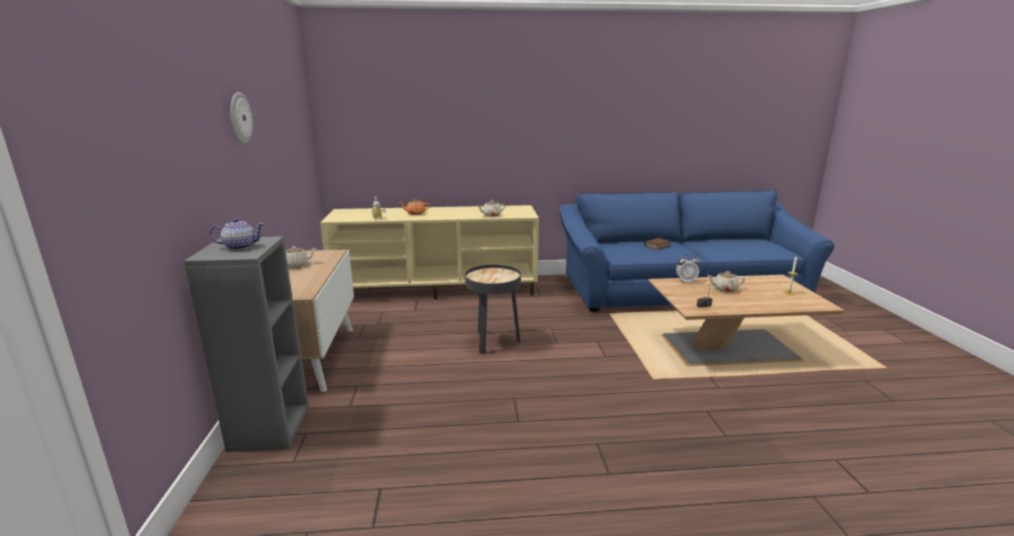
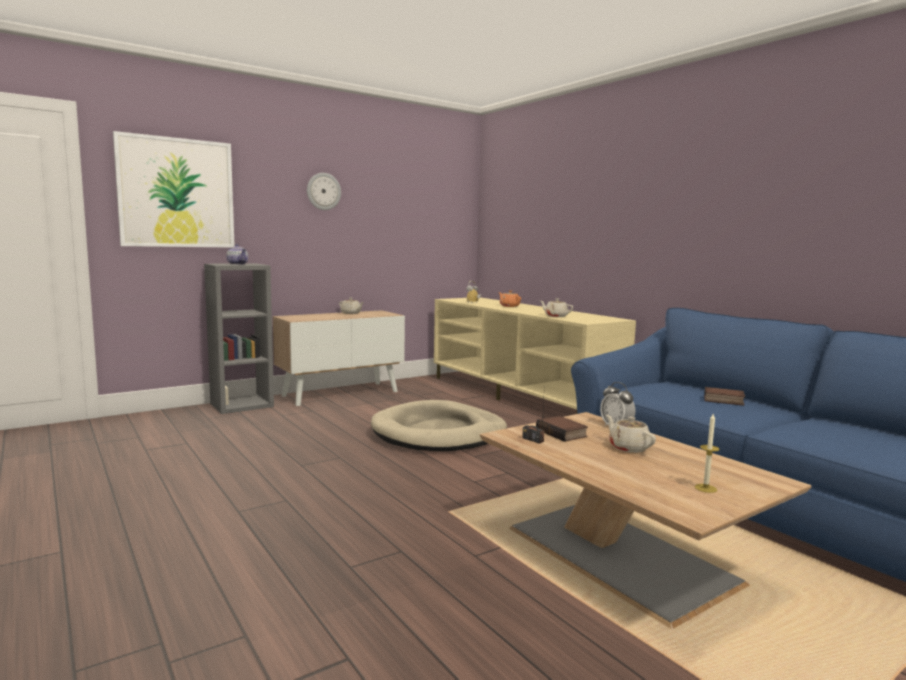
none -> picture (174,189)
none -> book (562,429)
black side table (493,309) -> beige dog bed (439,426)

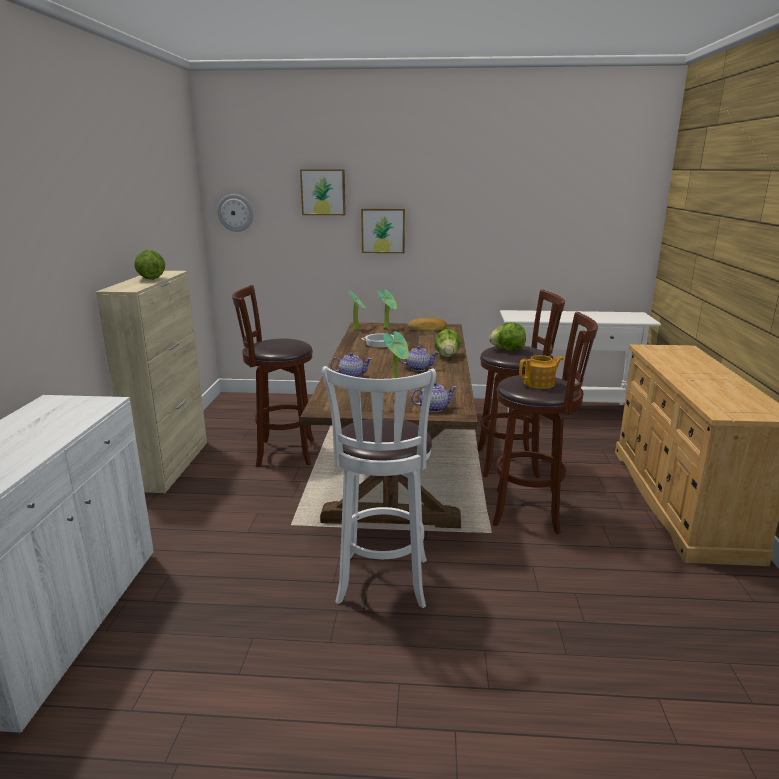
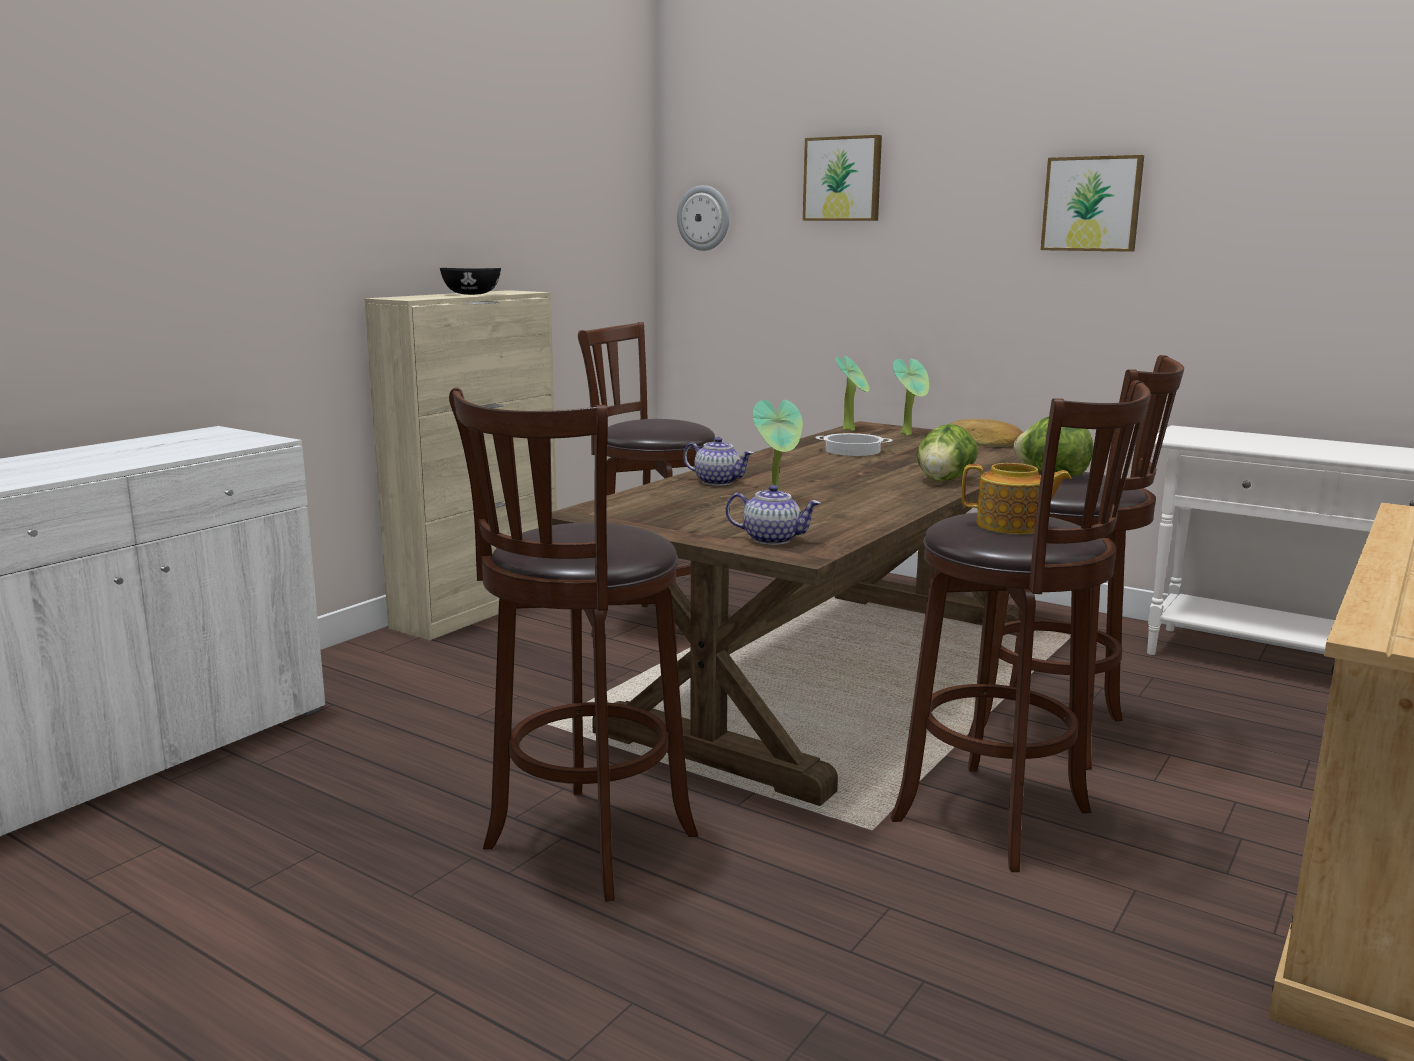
teapot (419,358) -> none
picture (383,231) -> picture (1092,203), shifted
lettuce (149,264) -> black bowl (470,281)
white stool (379,487) -> brown stool (573,644)

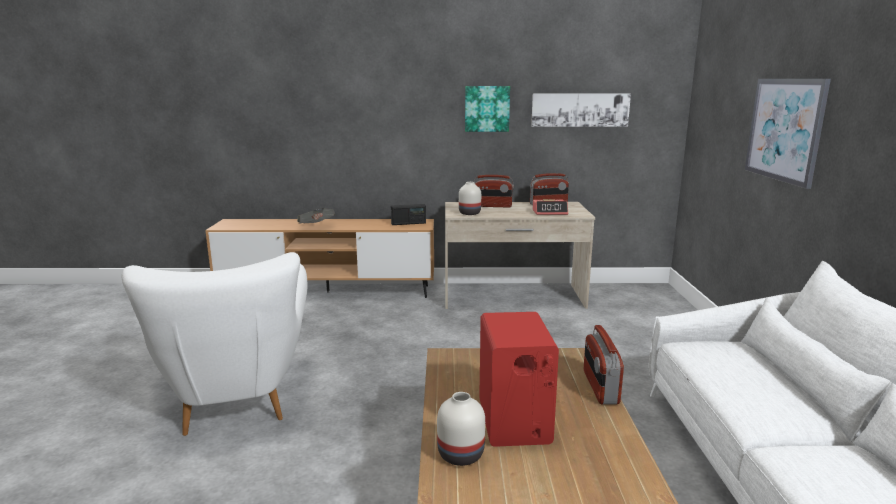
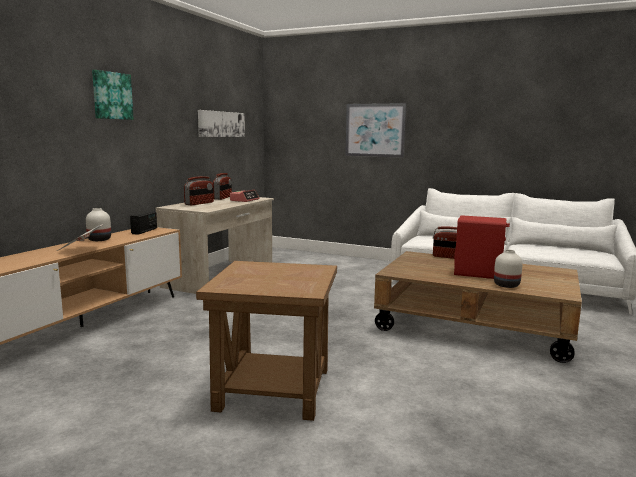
white vase (470,198) -> white vase (98,224), shifted
picture (487,109) -> picture (112,95), shifted
white armchair (214,344) -> brown side table (266,341)

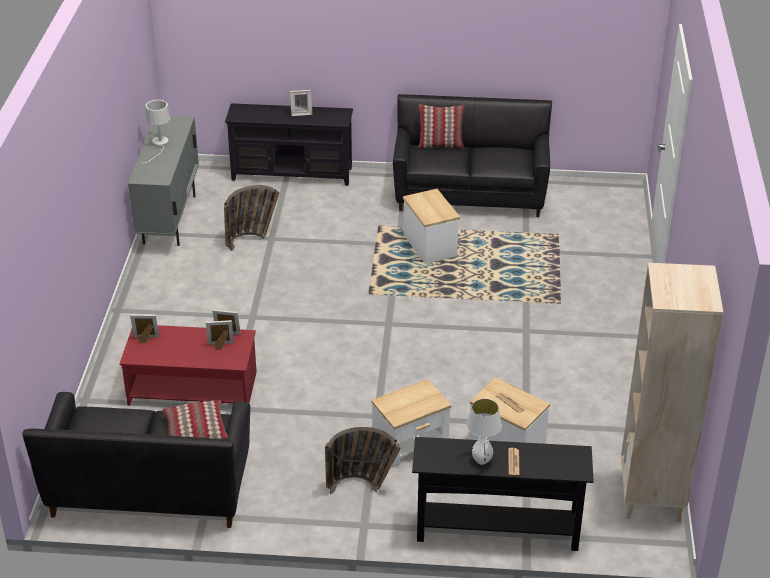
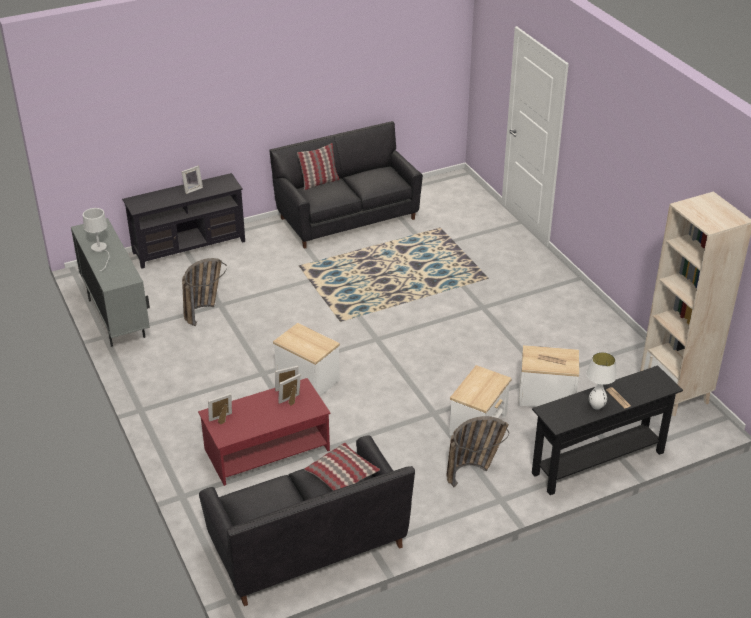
side table (431,226) -> side table (306,359), shifted

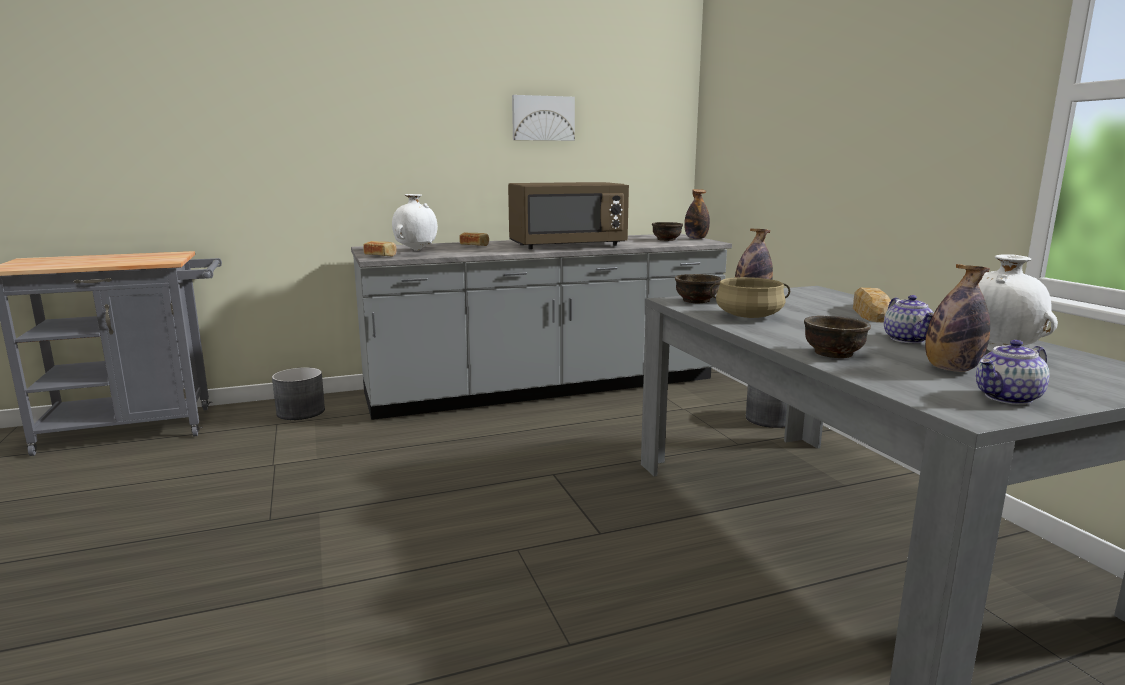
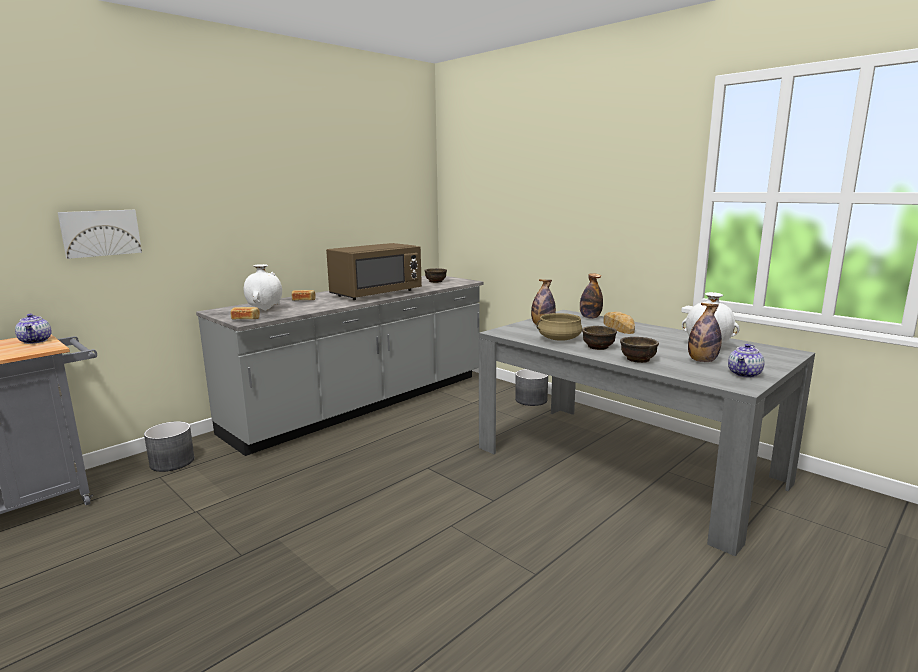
picture (543,118) -> picture (100,234), shifted
brown bowl (698,288) -> brown bowl (599,338), shifted
bottle (697,214) -> bottle (591,296), shifted
teapot (909,319) -> teapot (33,329), shifted

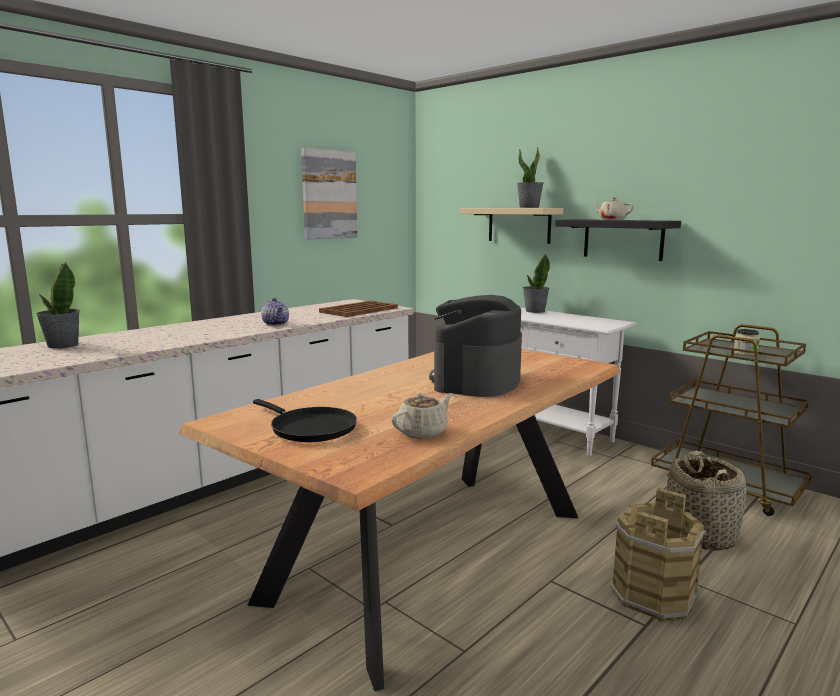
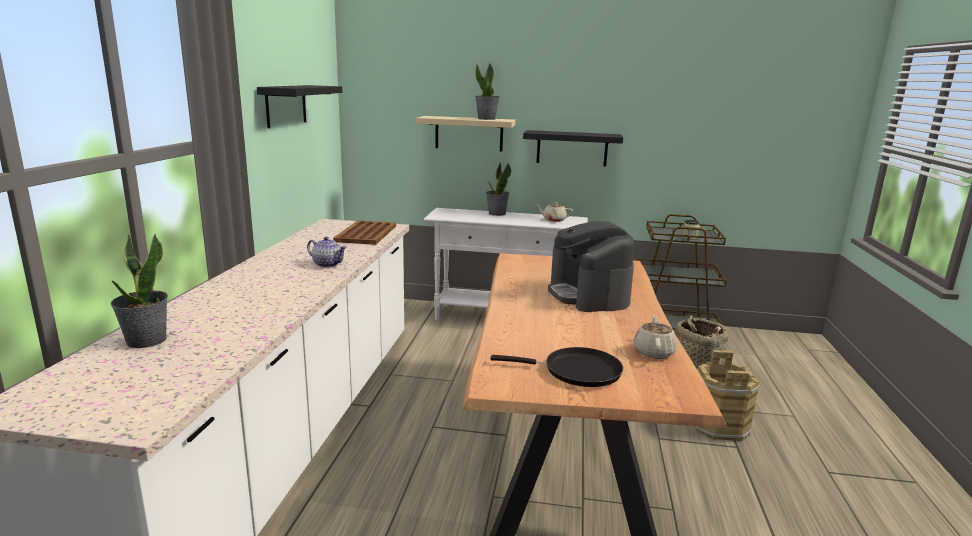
beige teapot (613,208) -> beige teapot (554,212), shifted
picture (329,194) -> black shelf (299,106)

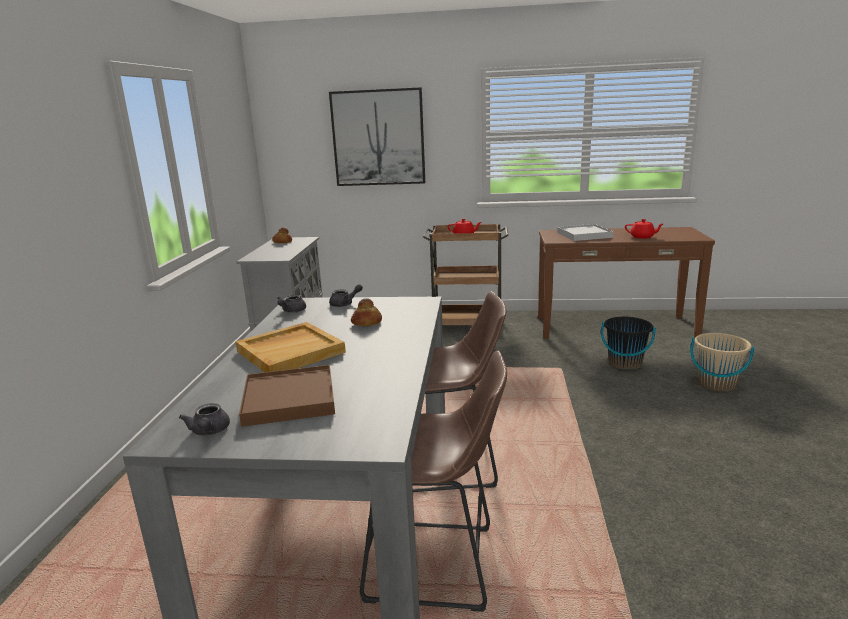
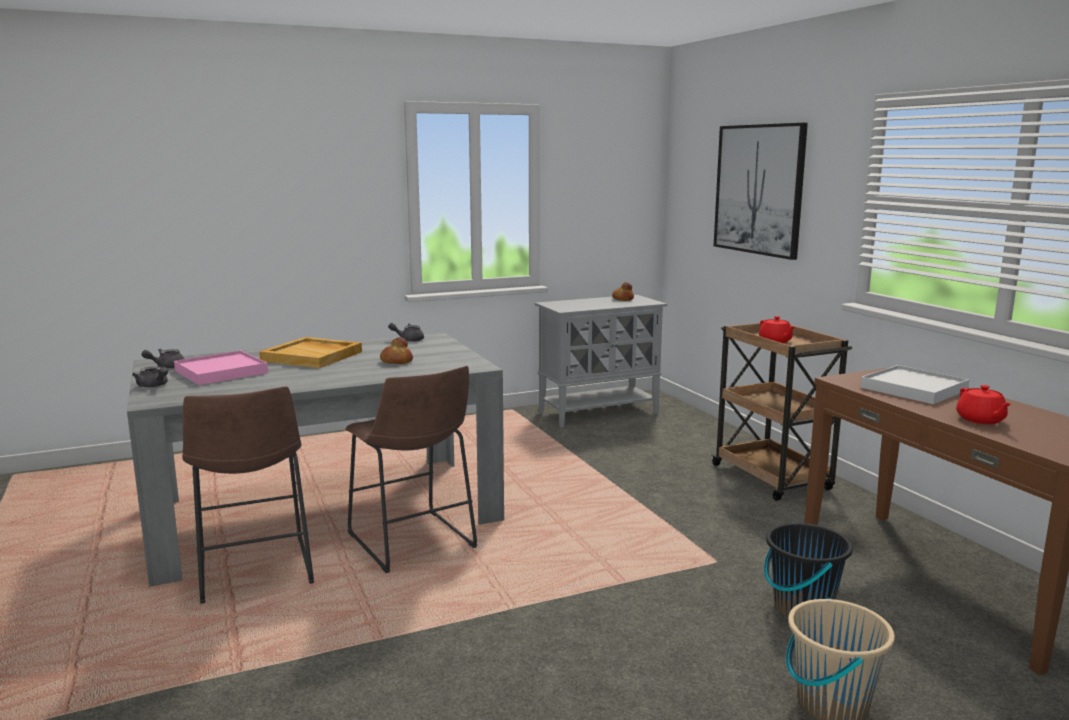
grey teapot (346,295) -> grey teapot (150,377), shifted
brown tray (287,396) -> pink tray (221,368)

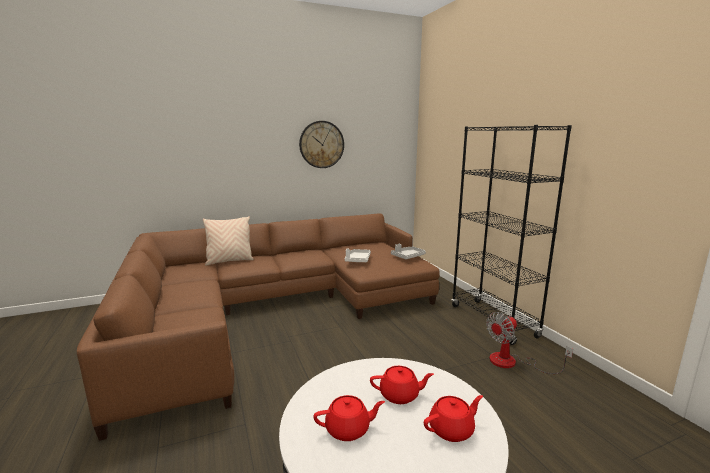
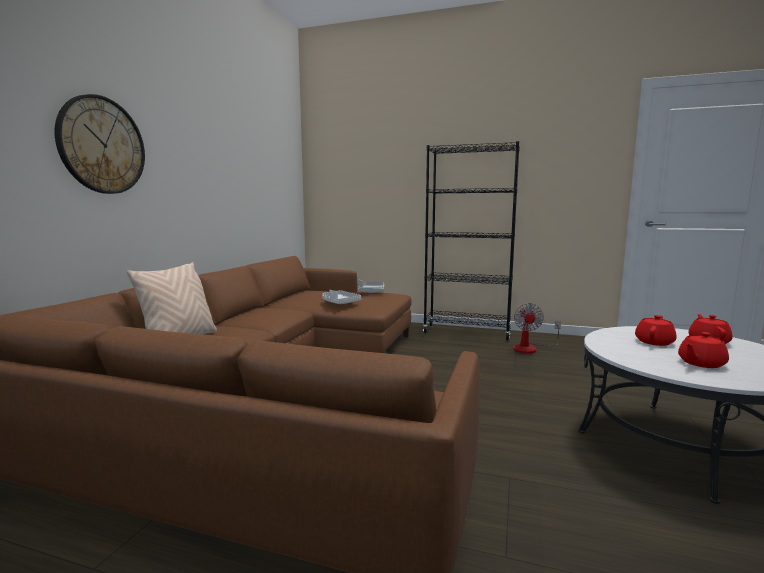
wall clock (321,144) -> wall clock (100,144), shifted
red teapot (349,418) -> red teapot (703,350), 150 degrees counterclockwise

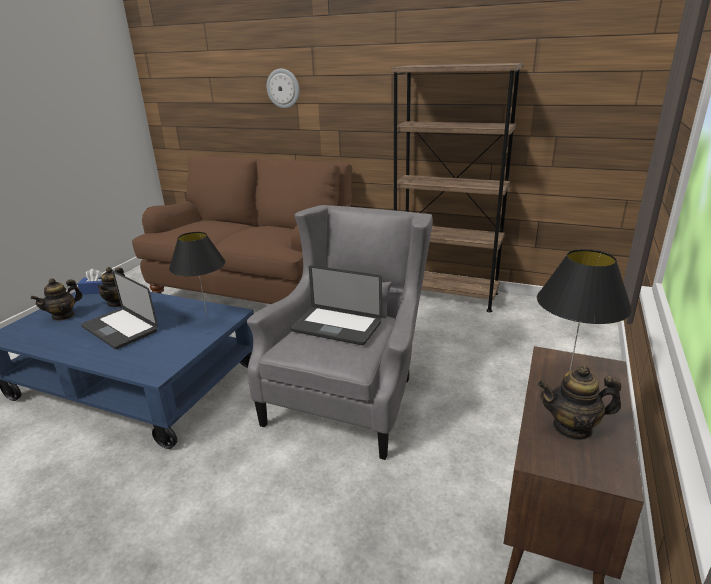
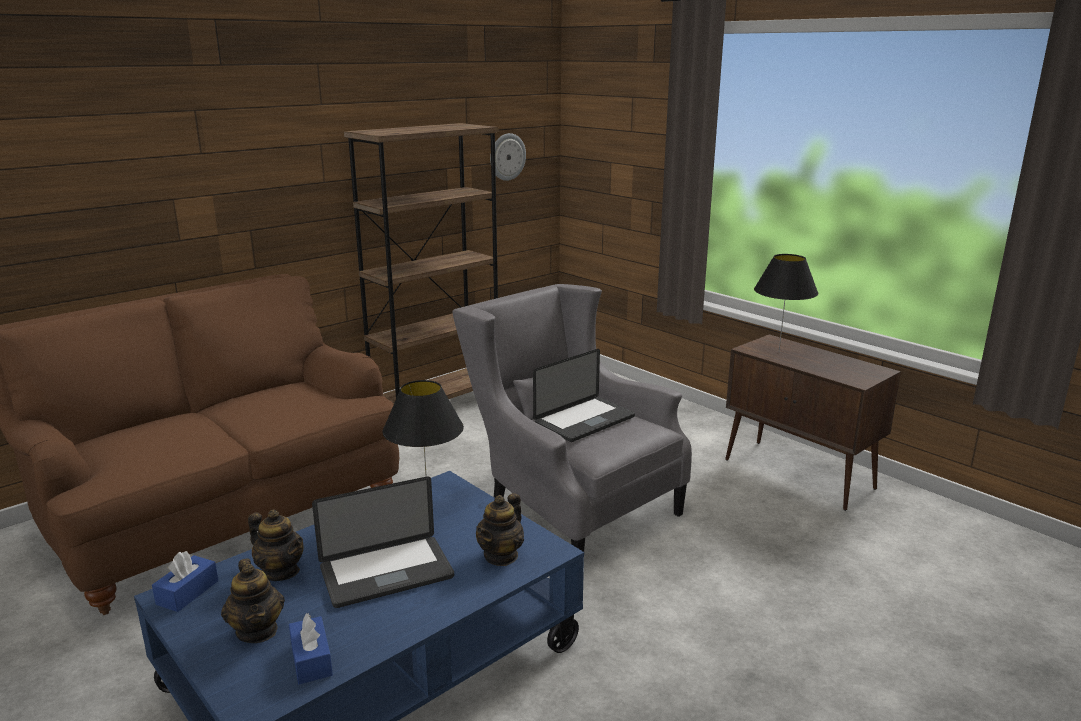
none -> blue tissue box (311,648)
wall clock (283,88) -> wall clock (508,157), shifted
teapot (579,403) -> teapot (500,529), shifted

